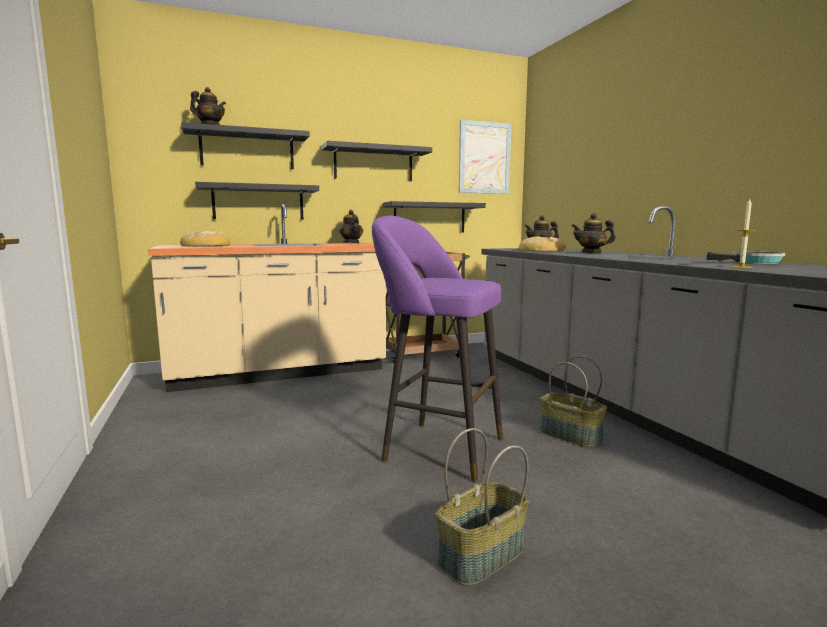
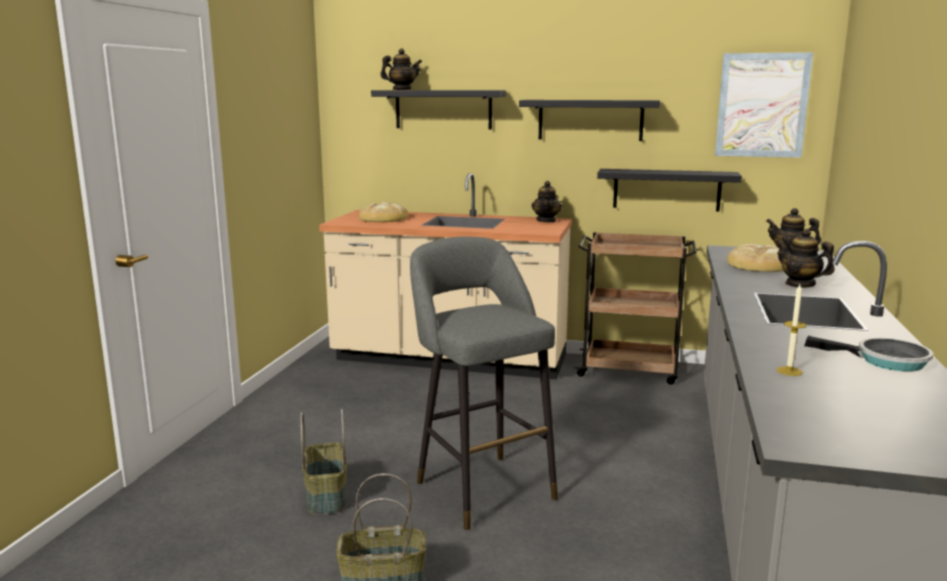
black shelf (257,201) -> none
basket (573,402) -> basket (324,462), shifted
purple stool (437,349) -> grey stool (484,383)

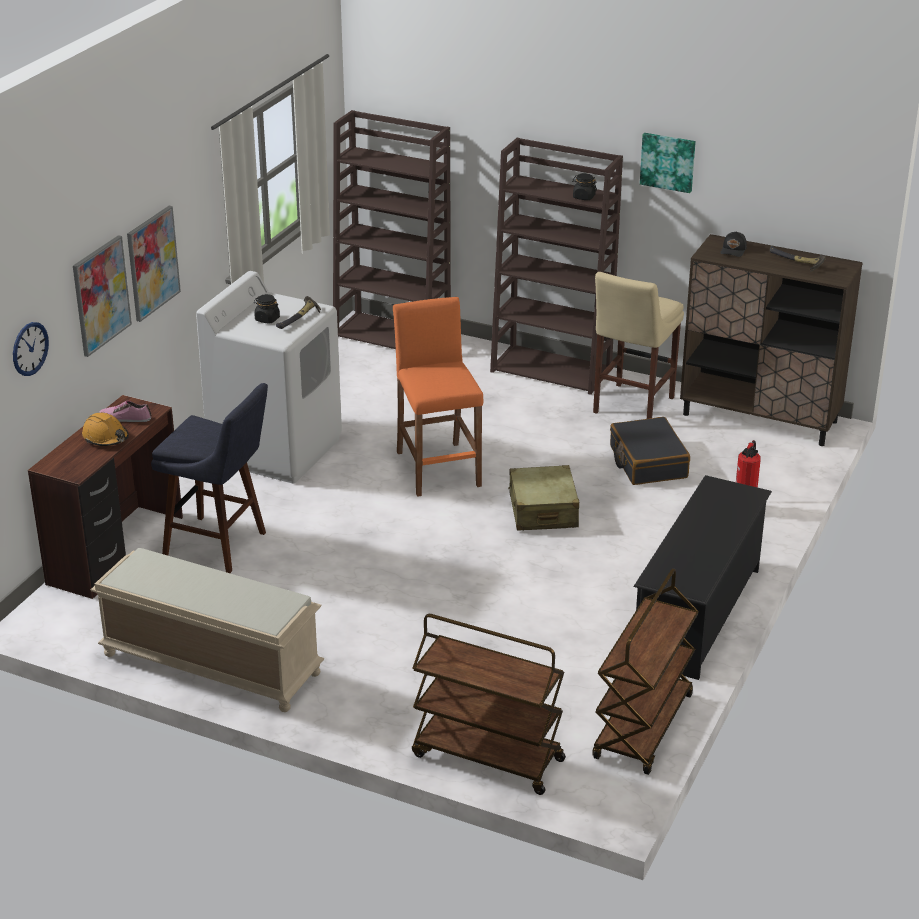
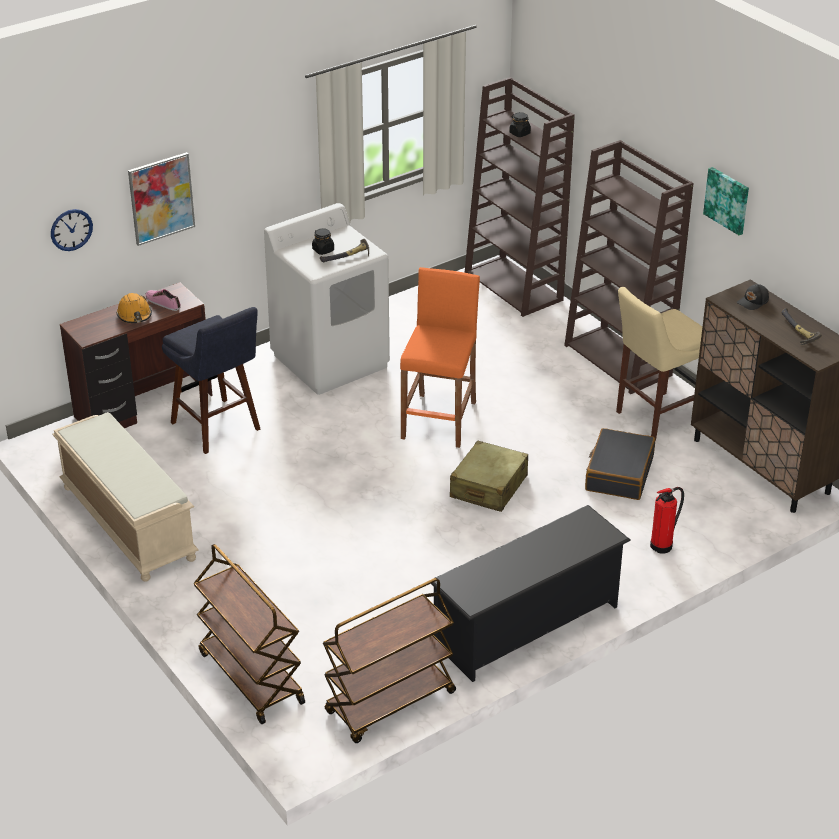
picture (154,264) -> none
black jar (584,186) -> black jar (520,124), shifted

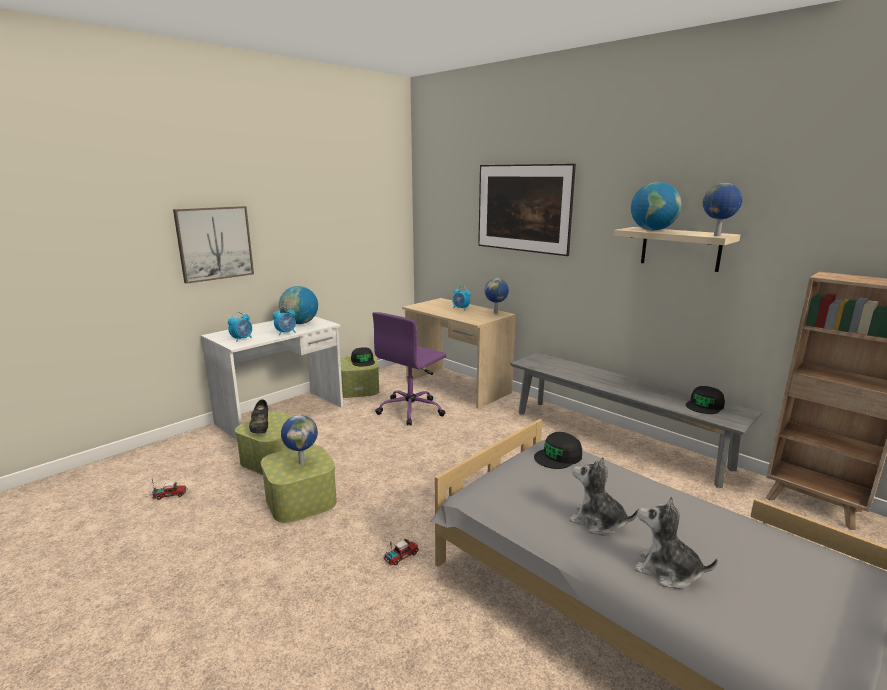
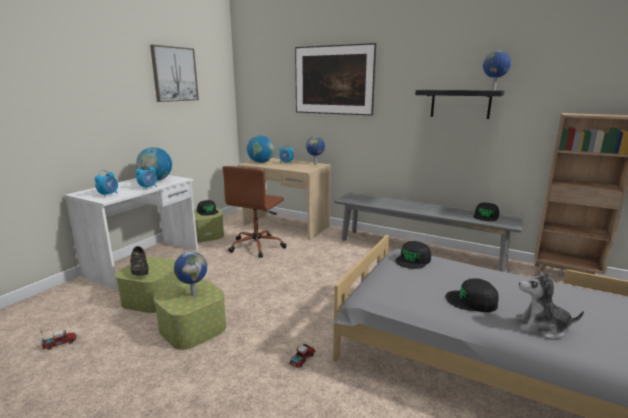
picture (213,245) -> picture (174,73), shifted
globe (656,206) -> globe (260,149), shifted
plush toy (603,496) -> black cap (472,295)
purple office chair (409,369) -> brown office chair (254,212)
beige shelf (677,249) -> black shelf (459,104)

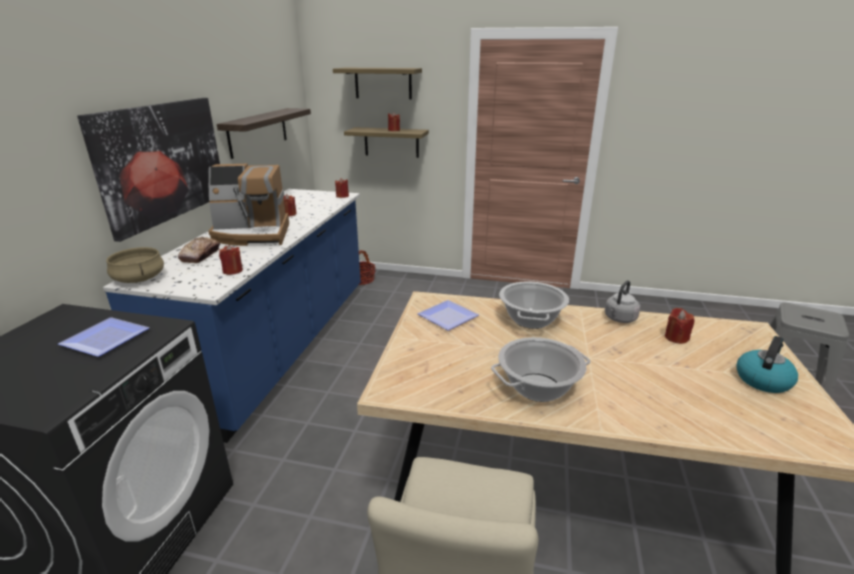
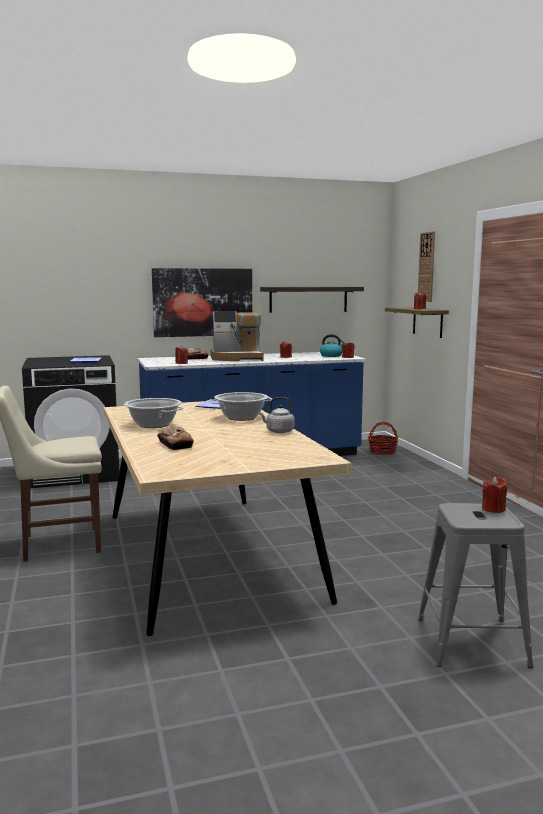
beige cooking pot (135,265) -> none
none -> bread (175,437)
red candle (680,326) -> red candle (494,495), shifted
kettle (767,364) -> kettle (332,345), shifted
shelf (377,83) -> wall clock (426,266)
coffee machine (248,205) -> coffee machine (237,336), 60 degrees counterclockwise

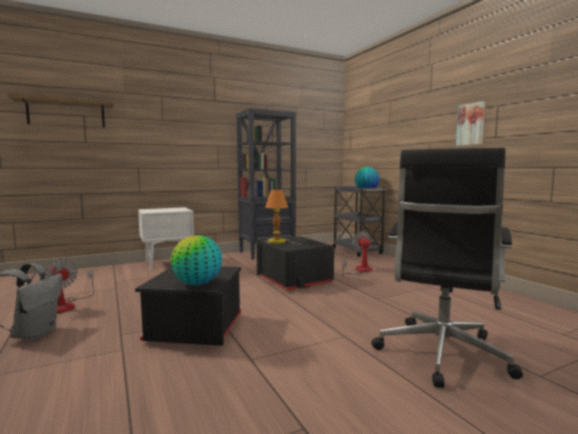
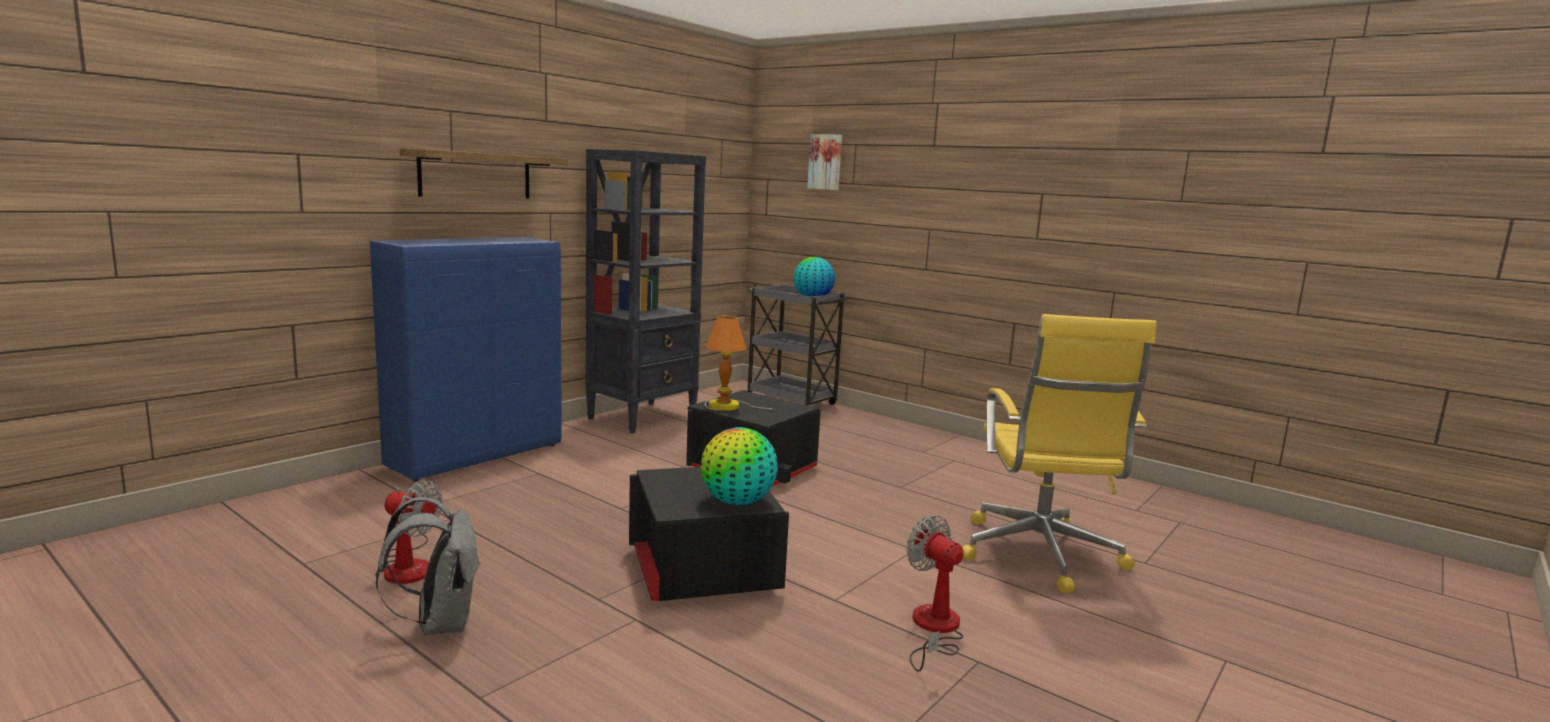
shelf (61,110) -> shelf (483,173), shifted
fan (357,253) -> fan (934,593), shifted
picture (470,123) -> picture (824,162), shifted
white nightstand (166,238) -> blue cabinet (466,359)
black office chair (447,267) -> yellow office chair (1059,453)

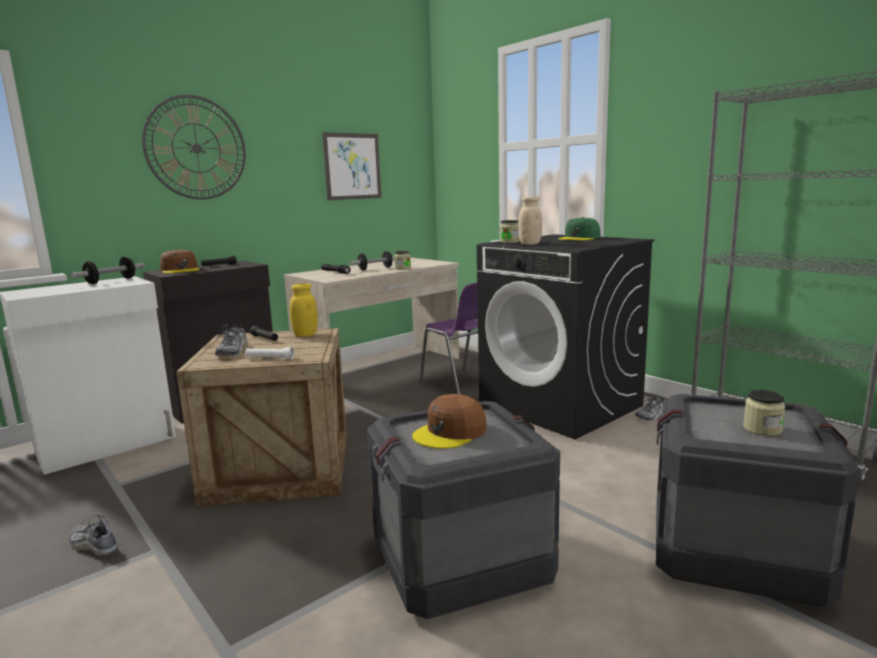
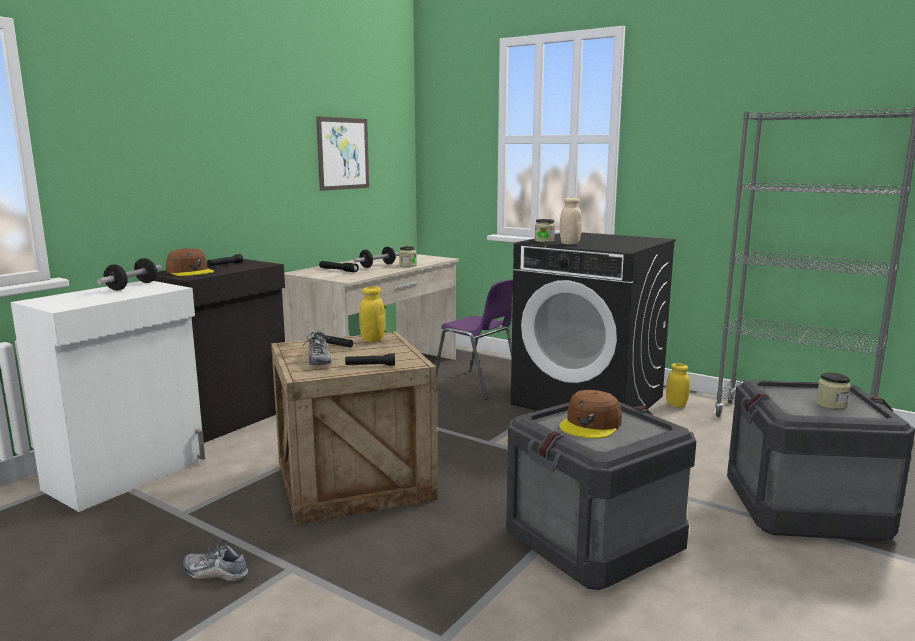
wall clock (194,147) -> none
green cap (579,228) -> none
shoe (650,407) -> yellow jar (678,385)
white flashlight (269,353) -> black flashlight (370,359)

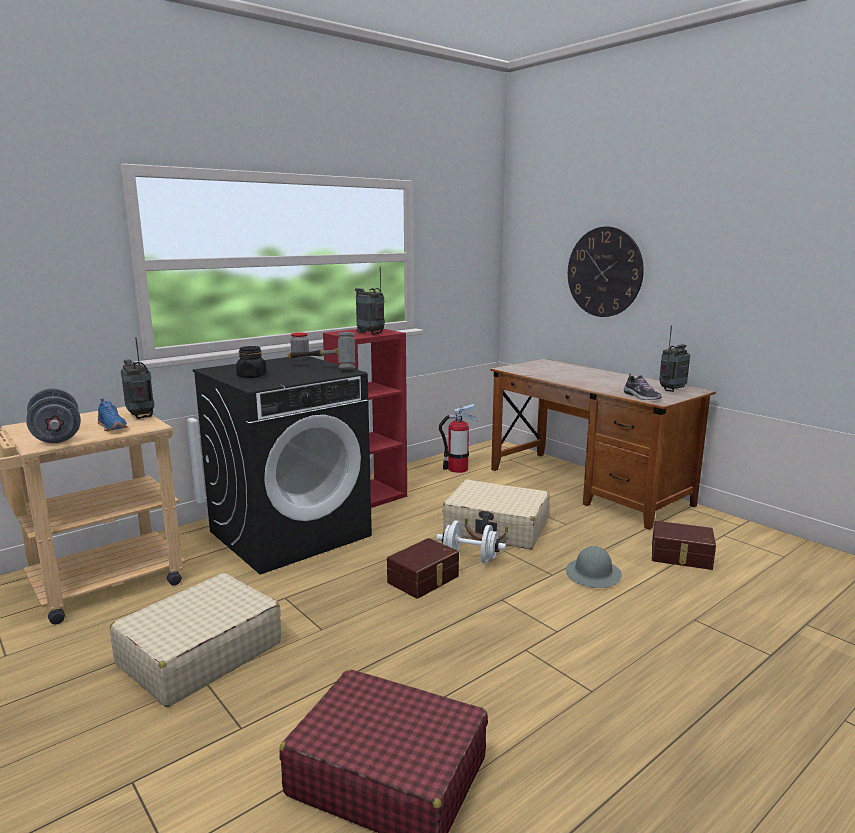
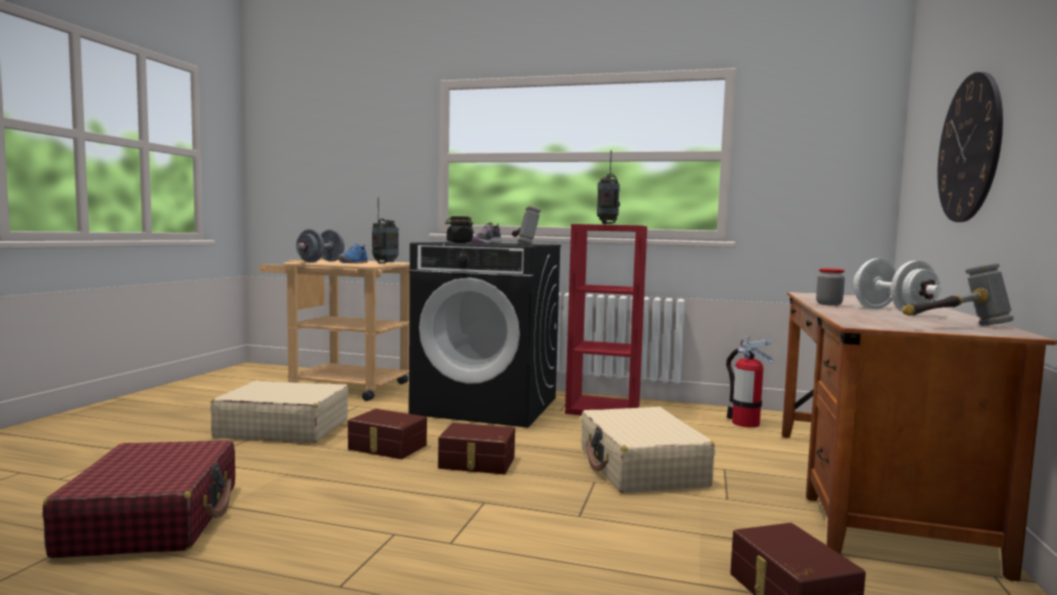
grey hard hat (594,567) -> none
none -> brown storage box (387,434)
jar (300,346) -> jar (830,287), shifted
white dumbbell (471,542) -> white dumbbell (897,287), shifted
shoe (643,387) -> shoe (486,233), shifted
radio (674,358) -> hammer (958,294)

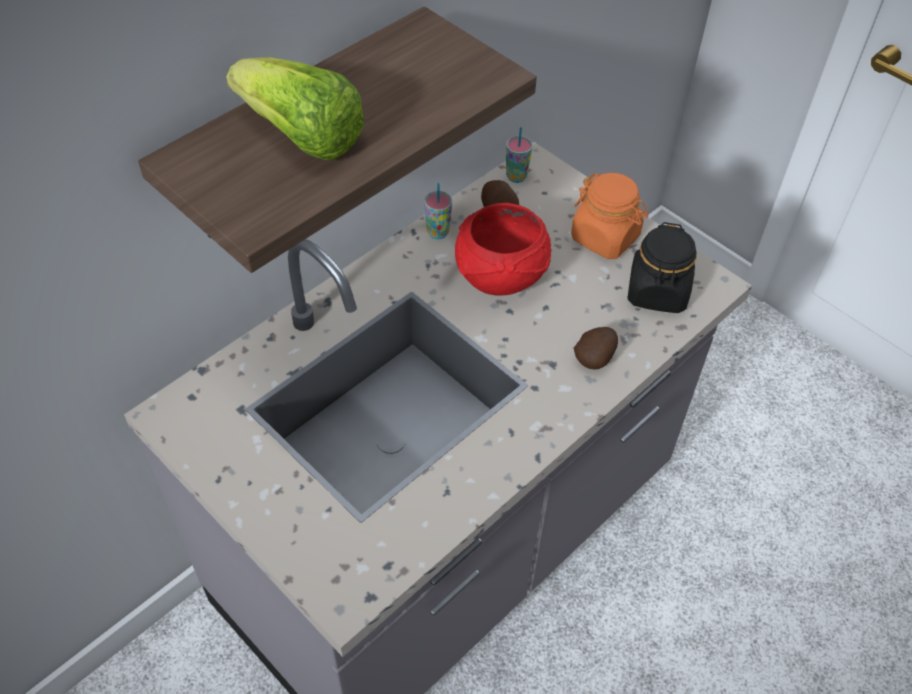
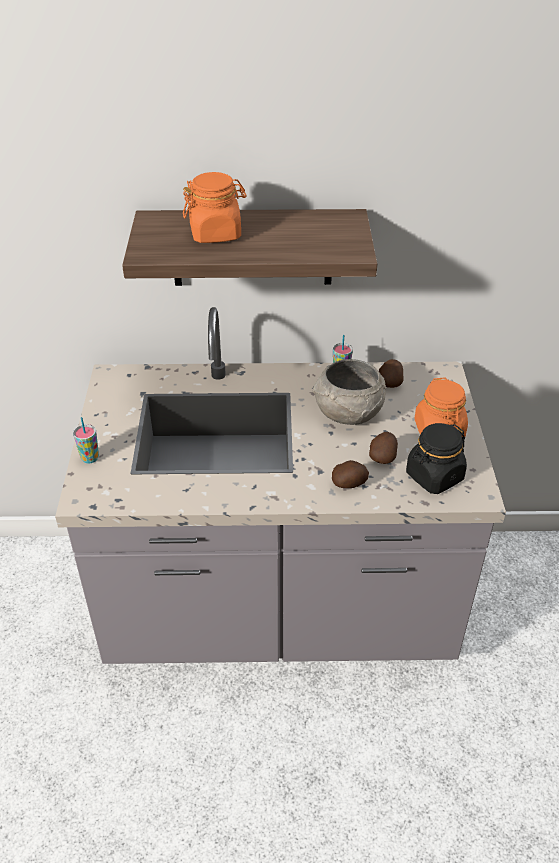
none -> potato (383,448)
cup (519,155) -> cup (86,440), shifted
lettuce (295,108) -> orange jar (215,207)
red bowl (503,249) -> grey bowl (349,392)

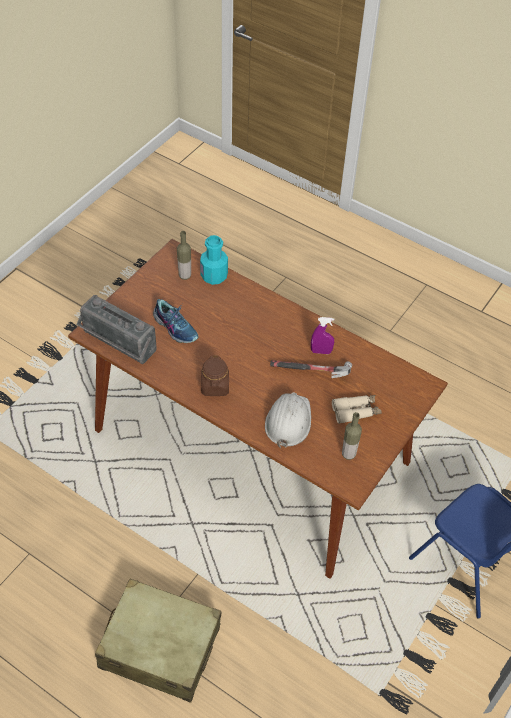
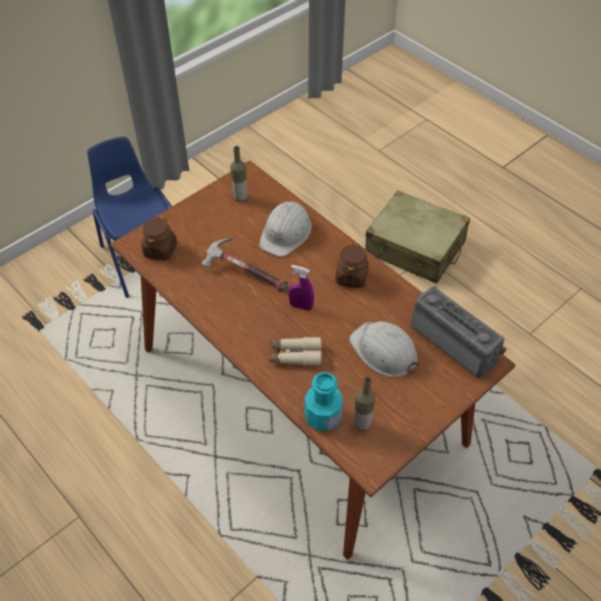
none -> brown jar (159,239)
purple spray bottle (323,335) -> purple spray bottle (301,288), shifted
beige binoculars (356,409) -> beige binoculars (295,351), shifted
shoe (175,321) -> white hard hat (384,349)

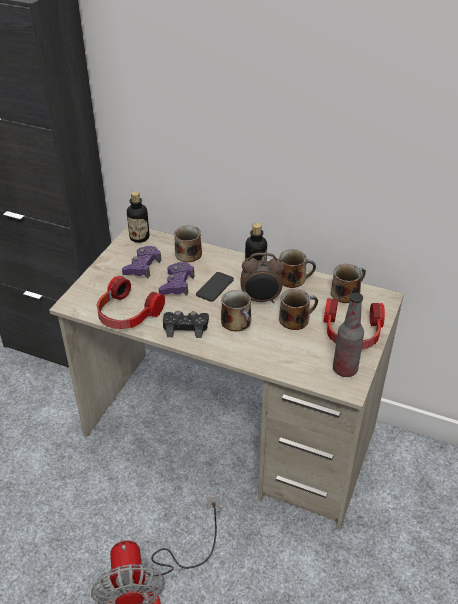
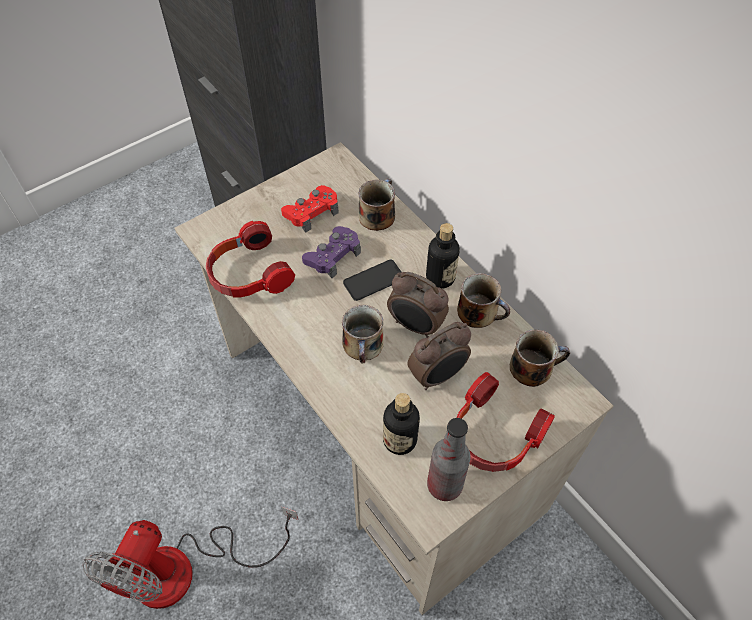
black game controller (186,324) -> none
bottle (138,217) -> bottle (401,424), shifted
mug (298,309) -> alarm clock (439,356)
purple game controller (141,262) -> red game controller (310,209)

